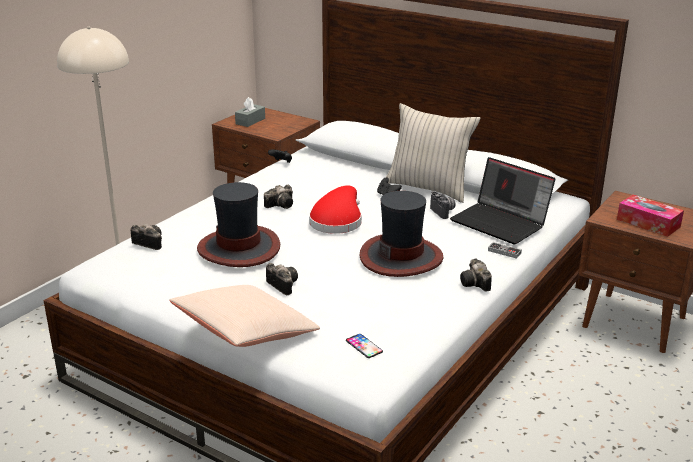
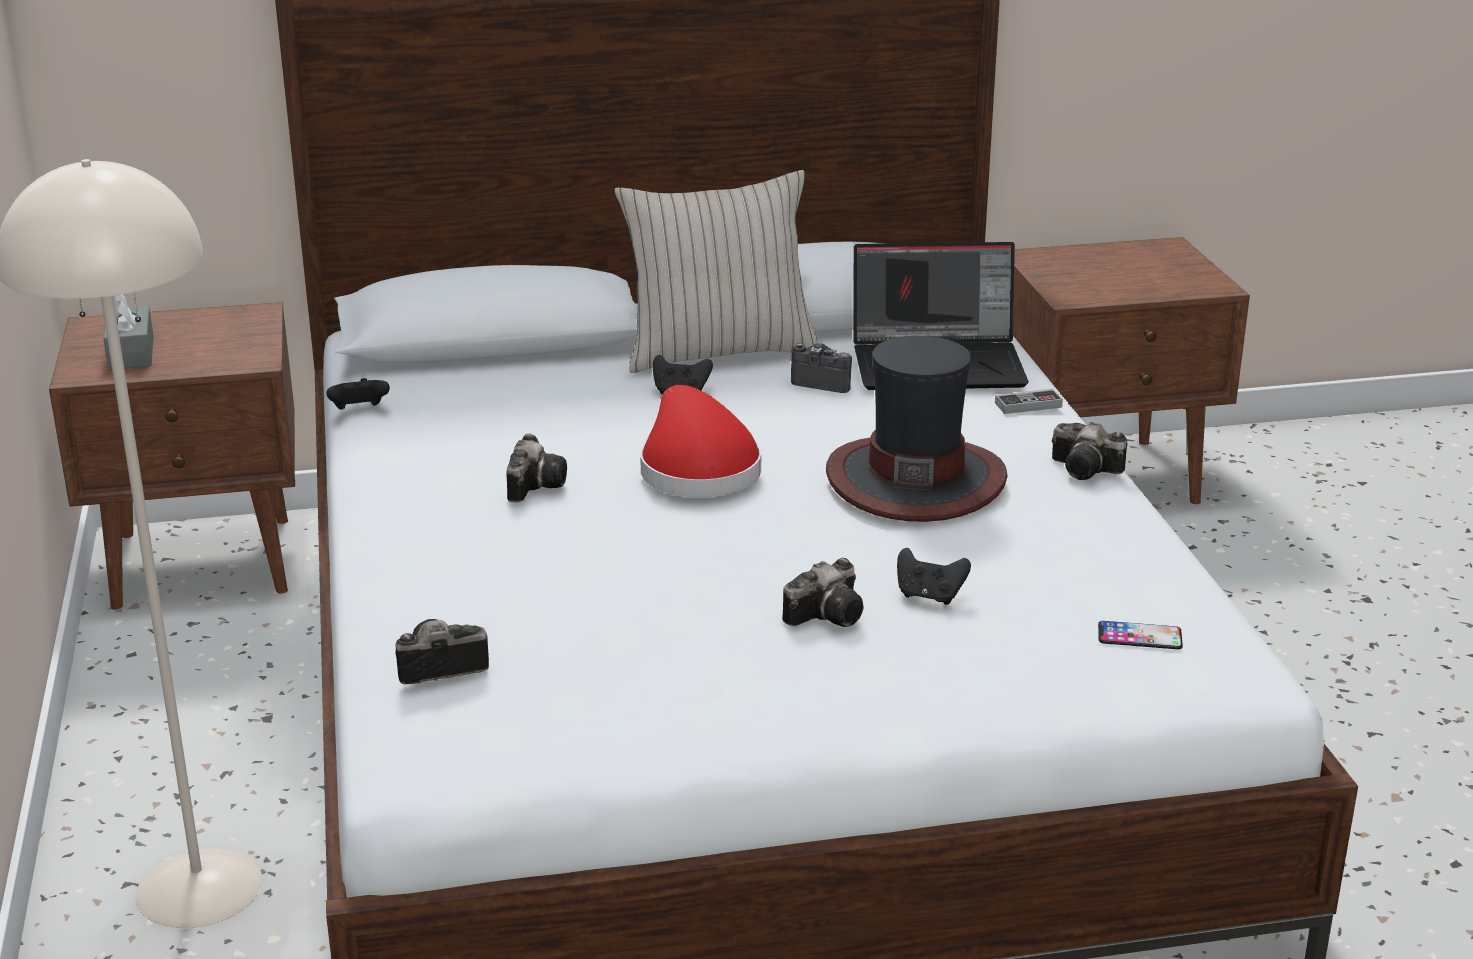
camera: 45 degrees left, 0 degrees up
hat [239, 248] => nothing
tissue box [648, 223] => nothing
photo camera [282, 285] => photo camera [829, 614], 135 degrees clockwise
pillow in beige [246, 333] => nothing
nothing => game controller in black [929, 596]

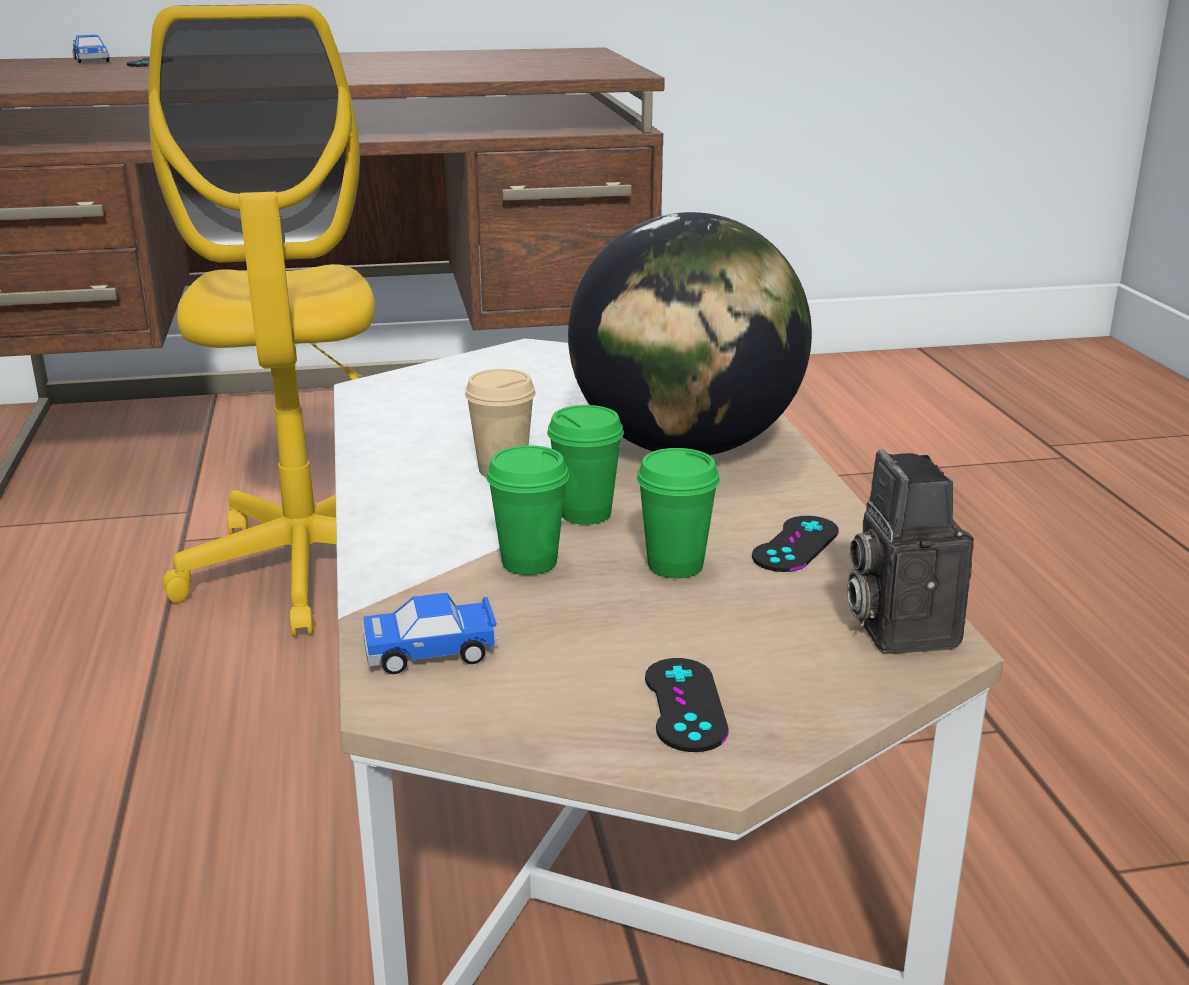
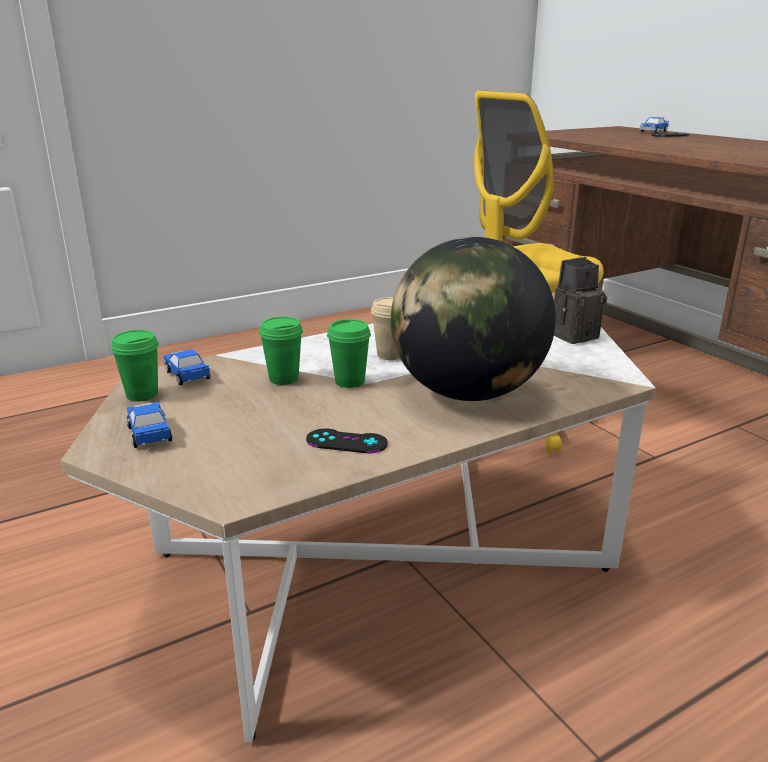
camera: 70 degrees right, 0 degrees up
cup in green [675, 565] => cup in green [142, 395], moved
photo camera [897, 627] => photo camera [574, 335], moved
game controller in black [685, 705] => toy car [149, 434]

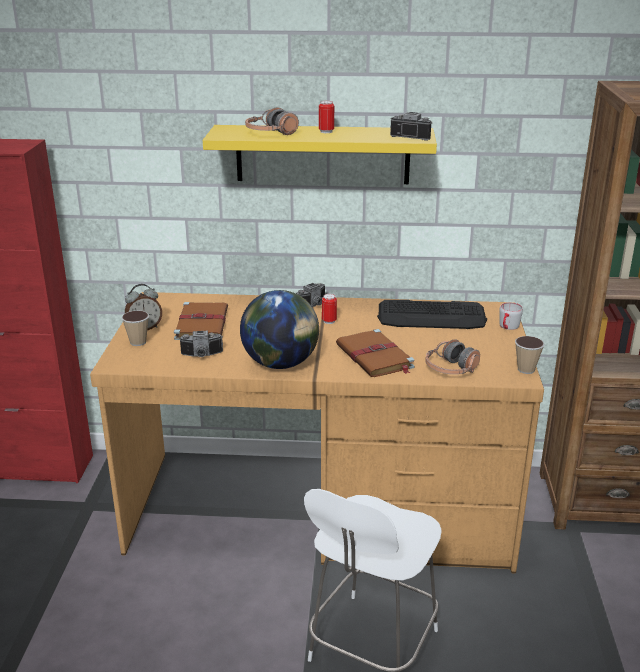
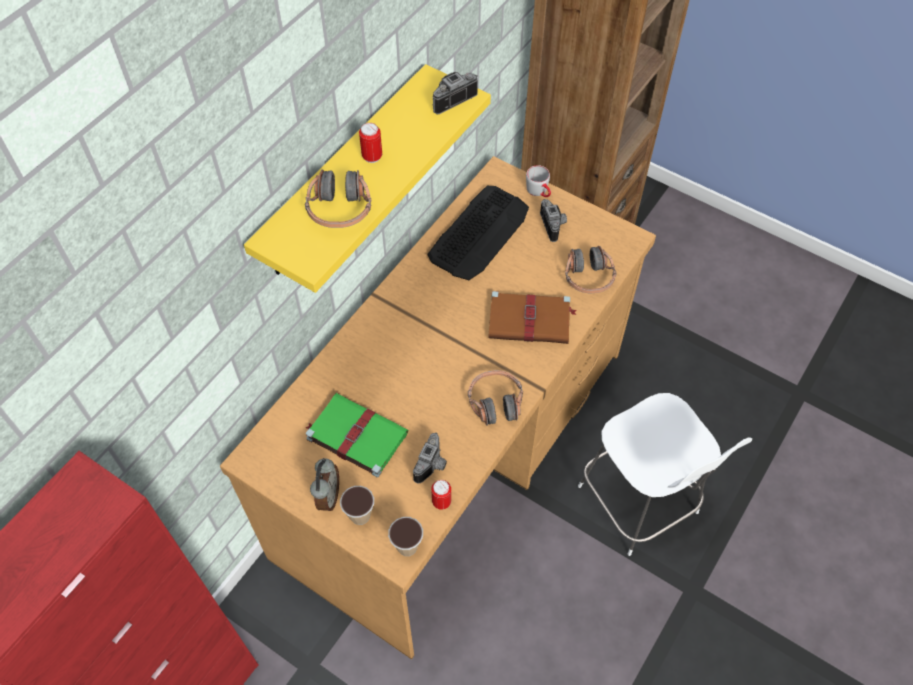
camera: 60 degrees left, 30 degrees up
photo camera [314, 305] => photo camera [554, 225], moved
globe [281, 364] => headphones [495, 402]
can [329, 321] => can [441, 502], moved
book in brown [202, 323] => book in green [355, 435]
cup [526, 369] => cup [407, 546], moved

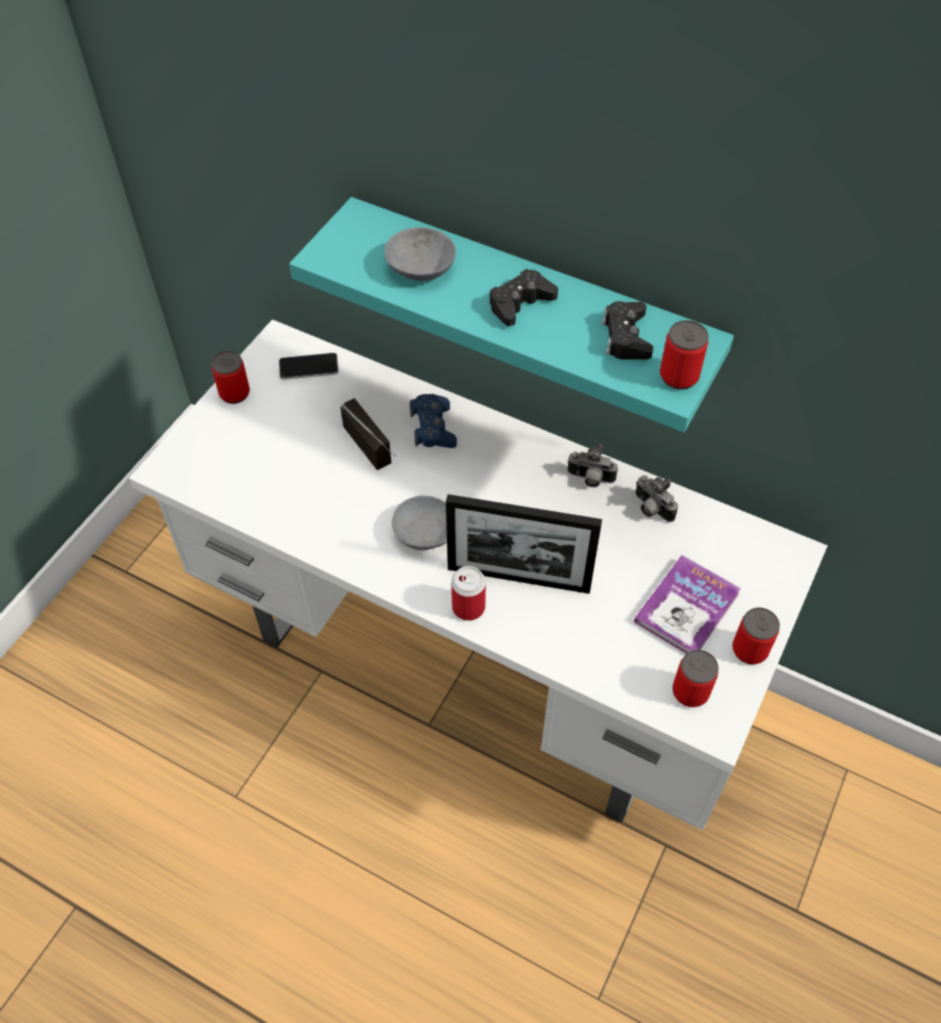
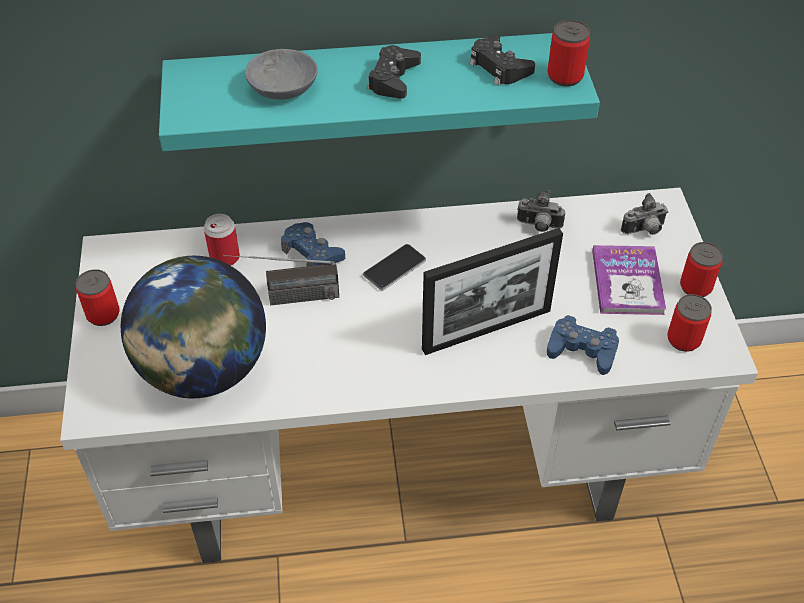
camera: 35 degrees left, 5 degrees down
phone [309, 367] => phone [394, 268], moved
radio [378, 456] => radio [285, 299], 150 degrees clockwise
photo camera [590, 479] => photo camera [644, 230], moved
bowl in grey [427, 531] => nothing
can [468, 607] => can [225, 257], moved
nothing => globe [204, 370]
nothing => game controller in blue [582, 350]

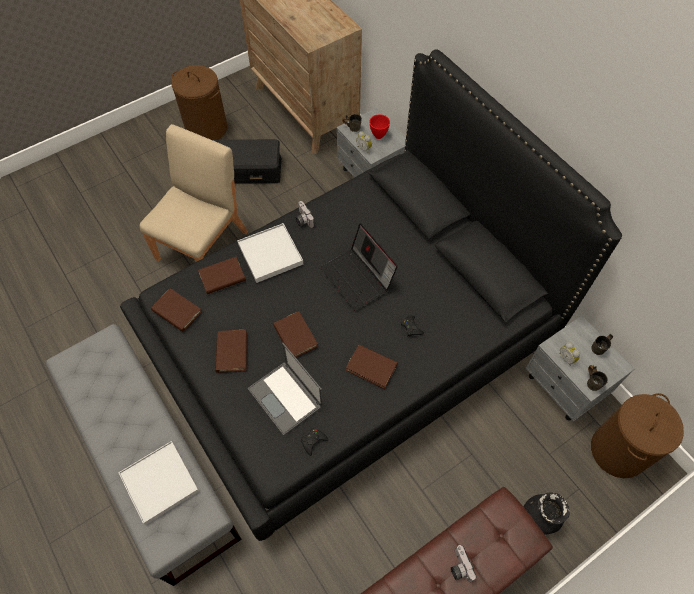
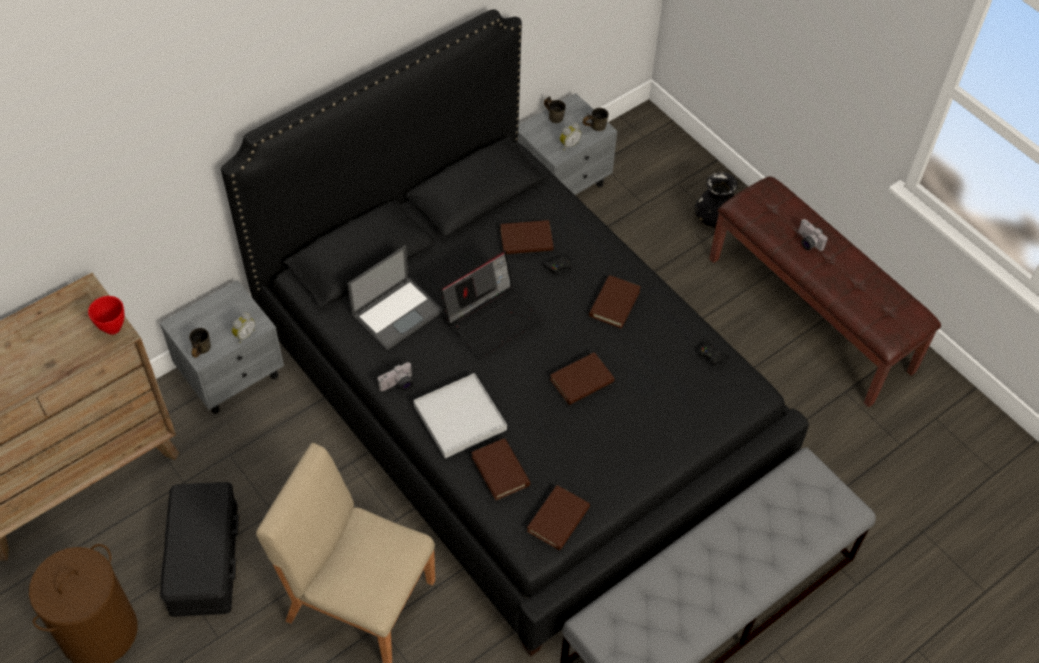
camera: 95 degrees left, 5 degrees down
bowl in red [379, 135] => bowl in red [112, 327], moved
book in brown [231, 352] => book in brown [526, 240], moved
laptop [286, 398] => laptop [398, 312], moved
laundry basket in brown [618, 451] => nothing
tray in white [159, 483] => nothing
photo camera [459, 566] => photo camera [807, 242], 75 degrees clockwise

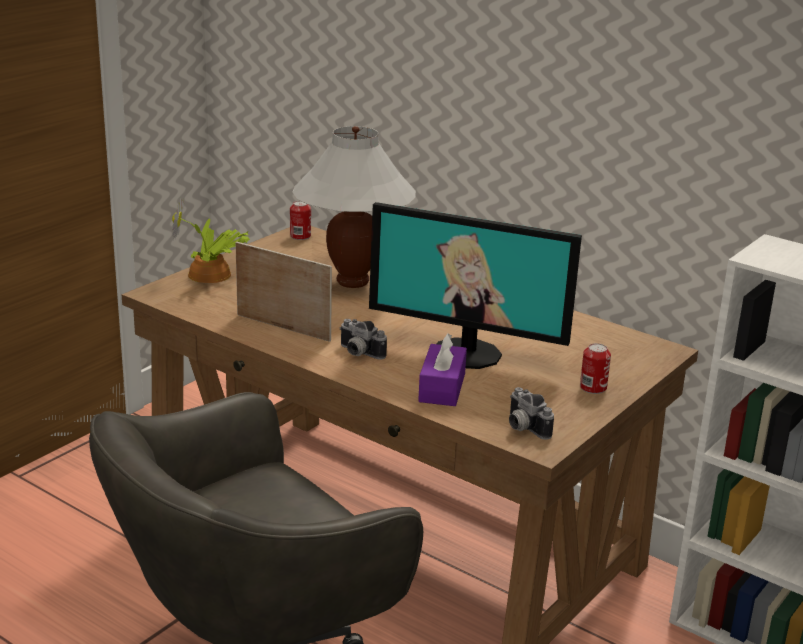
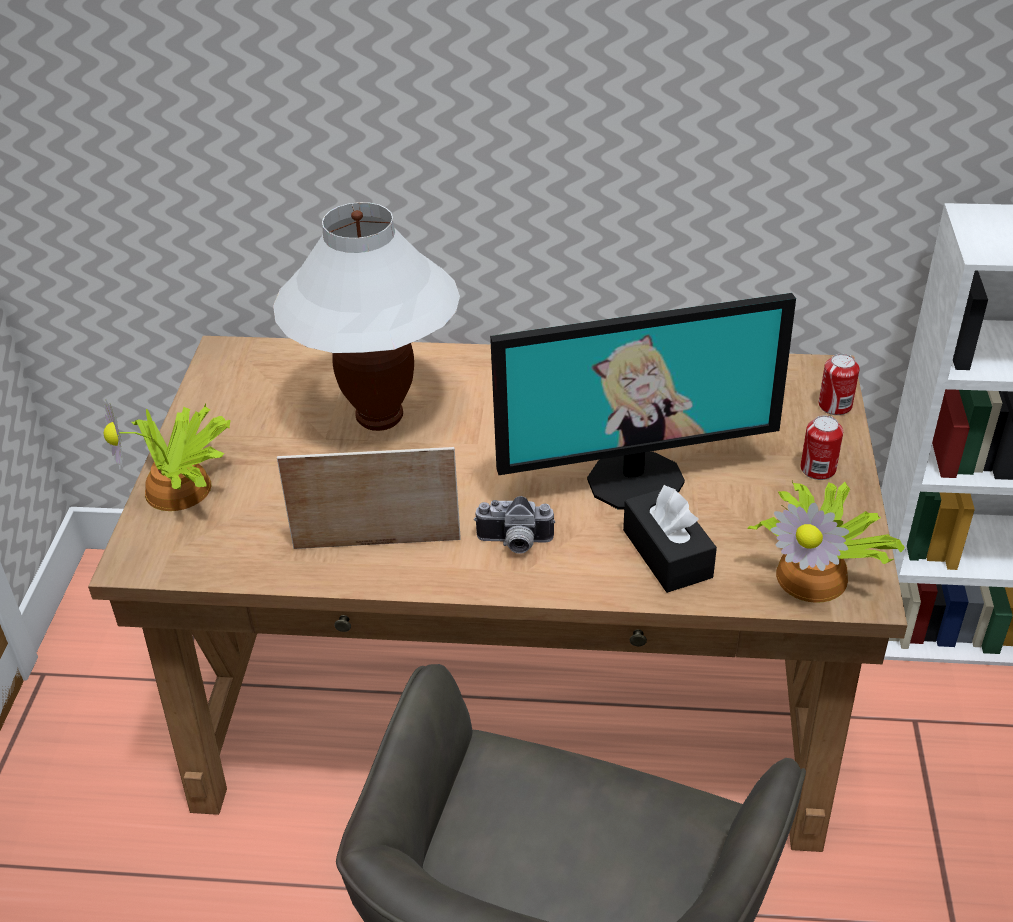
camera: 30 degrees left, 15 degrees up
can [300, 236] => can [835, 405], moved
tissue box in purple [442, 387] => tissue box in black [667, 553]
photo camera [523, 428] => potted plant [816, 574]

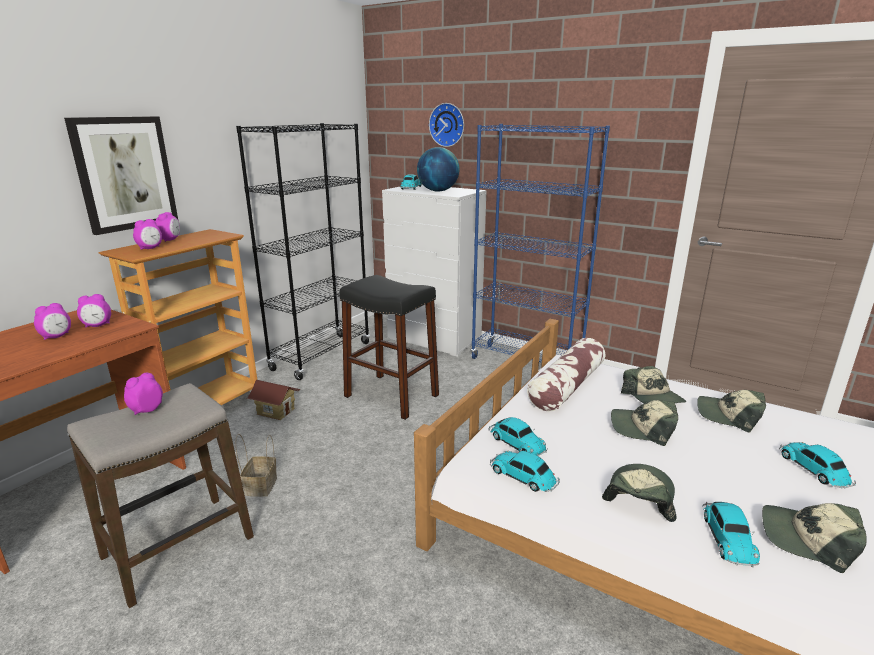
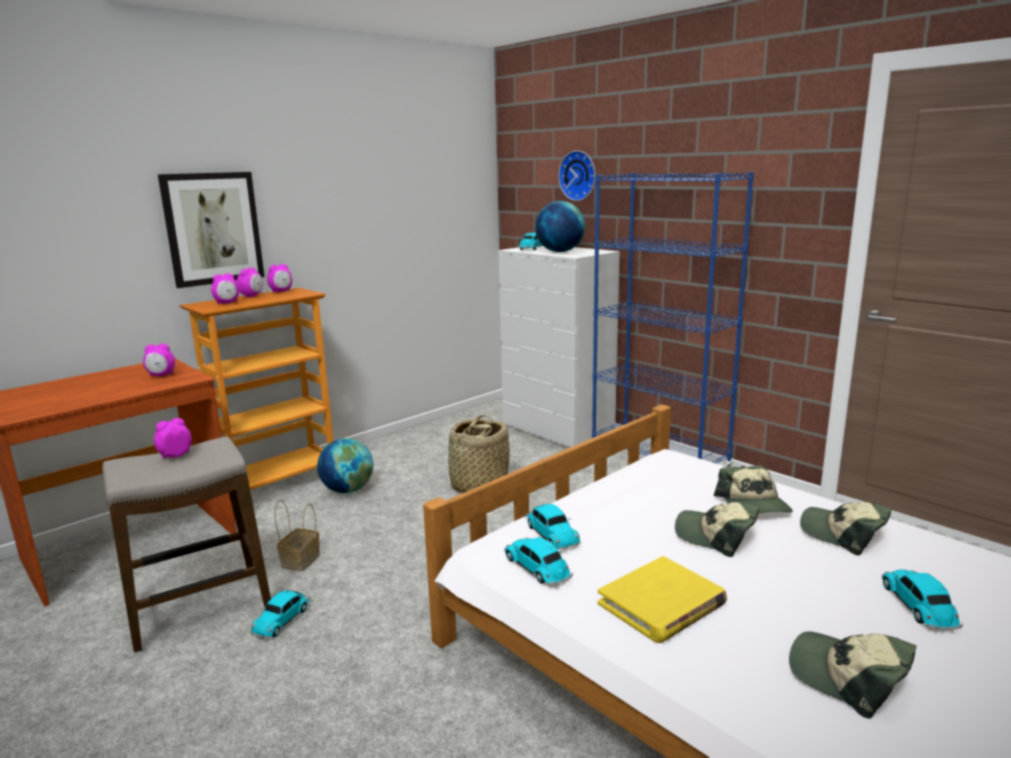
camera: 15 degrees right, 5 degrees down
bookcase in black [321, 356] => nothing
stool in black [391, 396] => basket [478, 486]
alarm clock [57, 337] => alarm clock [281, 291], moved
pillow [567, 386] => nothing
toy house [276, 411] => globe [347, 490]
cap [639, 496] => book in yellow [661, 604]
toy car [727, 537] => toy car [283, 619], moved

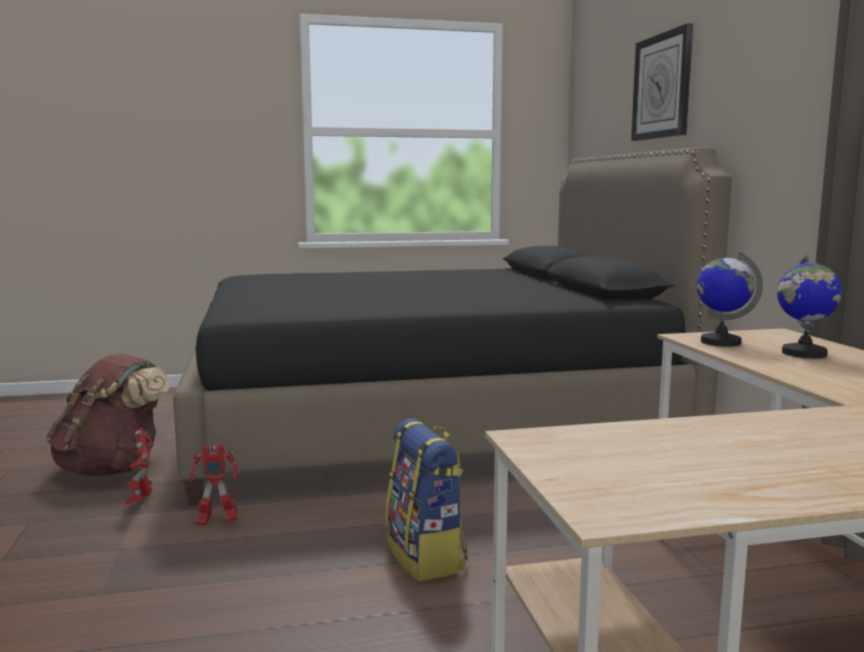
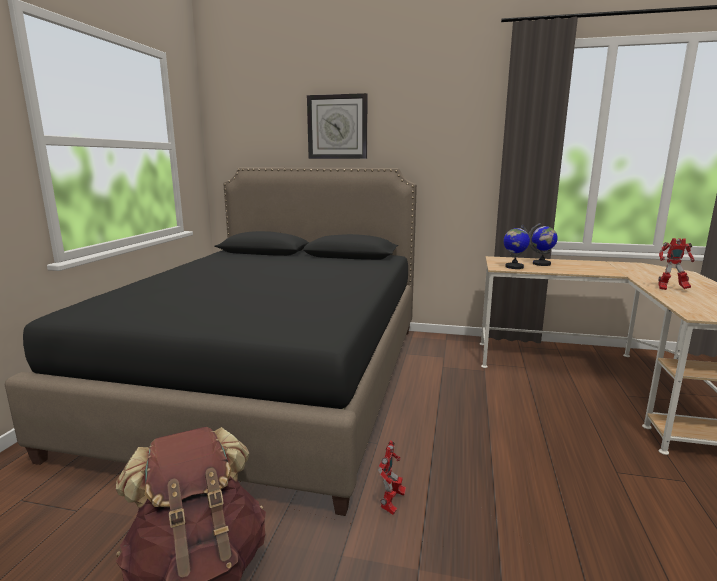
camera: 65 degrees left, 5 degrees up
backpack [426, 557] => nothing
toy robot [141, 502] => toy robot [671, 289], moved

